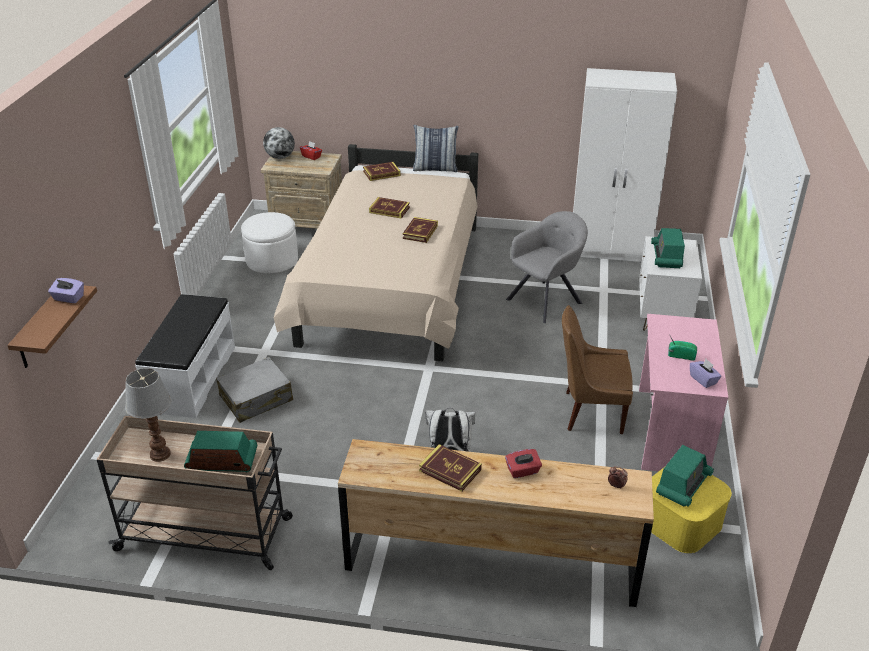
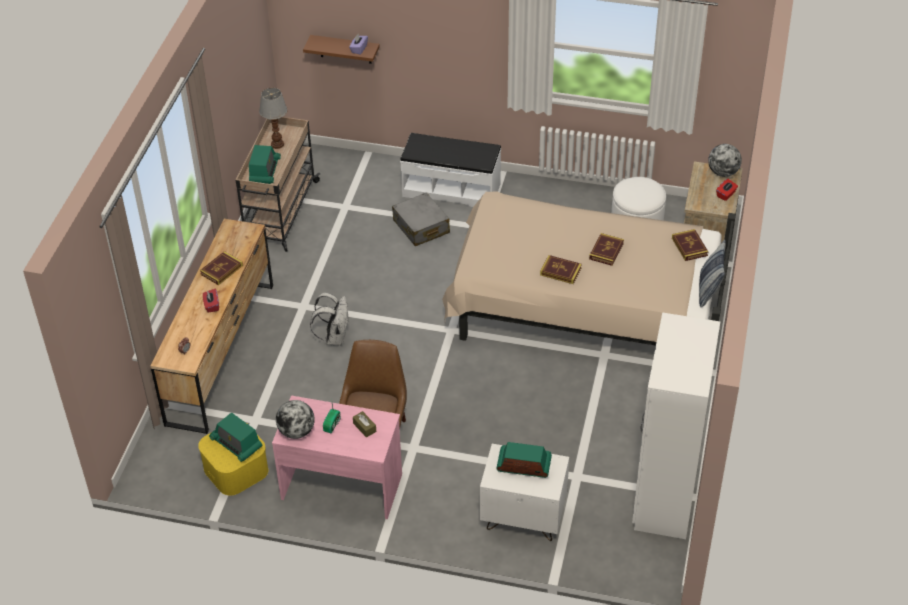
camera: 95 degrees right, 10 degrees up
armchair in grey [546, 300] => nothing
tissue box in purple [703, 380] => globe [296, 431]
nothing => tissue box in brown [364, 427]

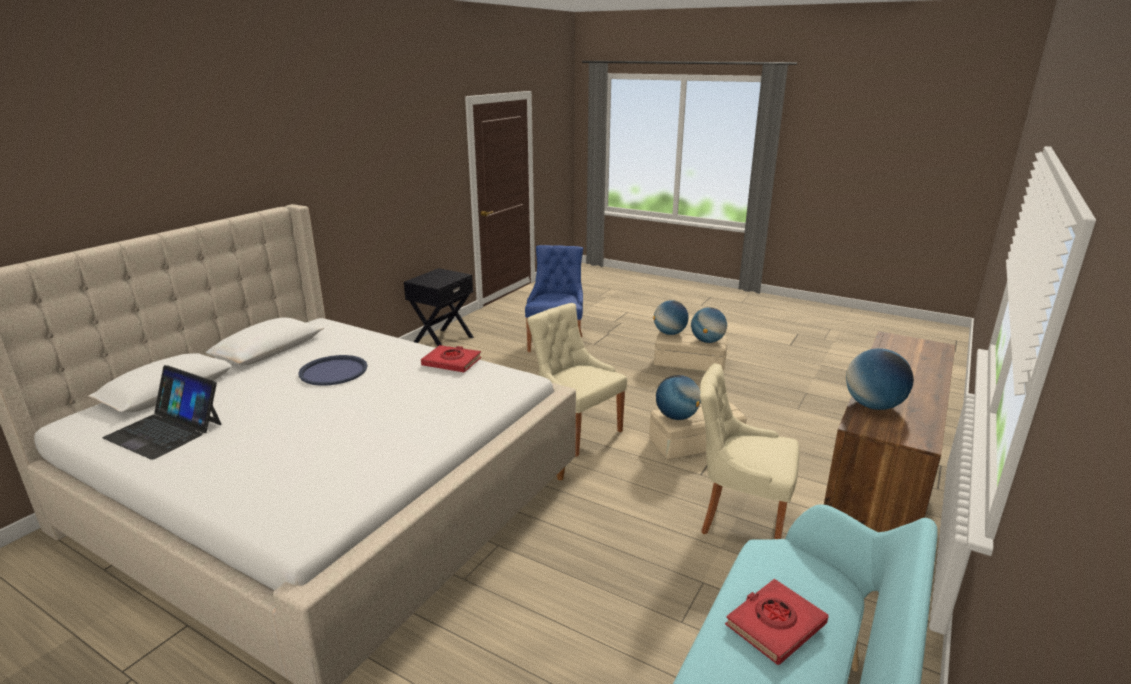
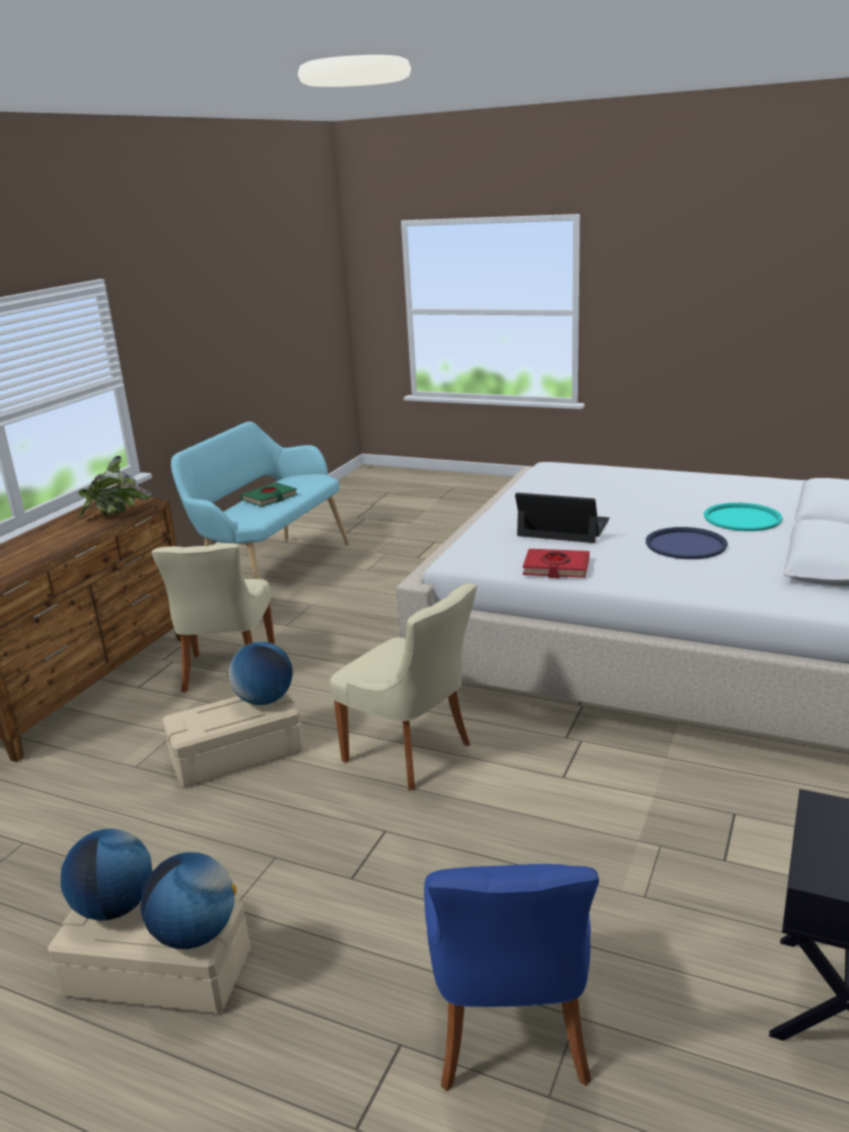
camera: 175 degrees right, 0 degrees up
globe [873, 406] => potted plant [115, 516]
chair in beige [739, 517] => chair in beige [228, 673], 75 degrees clockwise
laptop [165, 430] => laptop [563, 528], moved
book in red [775, 625] => book in green [269, 498]
nothing => tray in turquoise [742, 518]

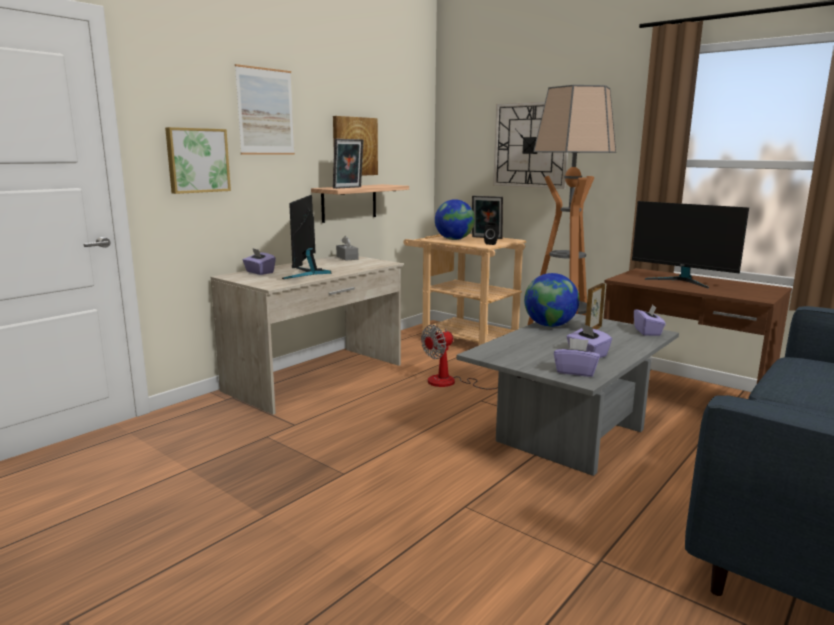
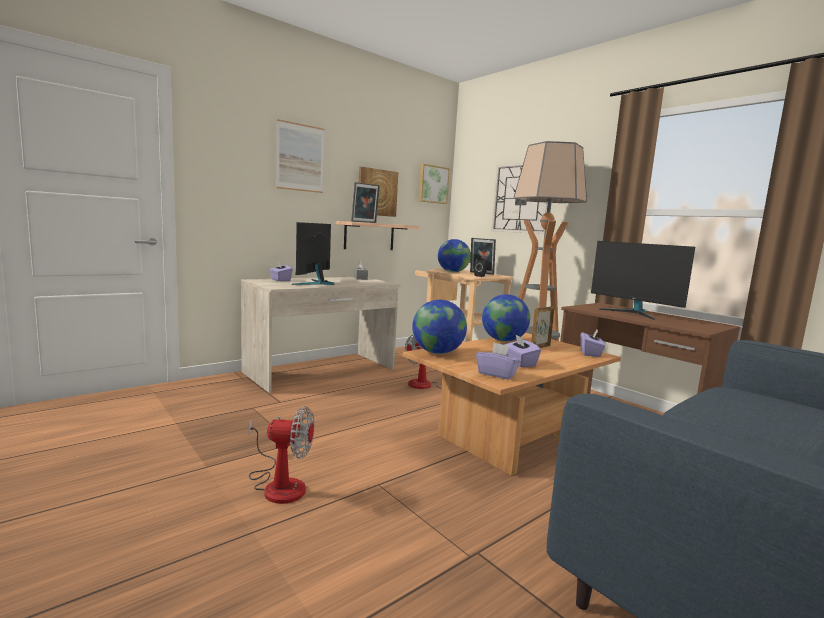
camera: 10 degrees right, 5 degrees down
picture [197, 160] => picture [432, 184], moved
coffee table in grey [567, 433] => coffee table in brown [507, 437]
nothing => globe [437, 353]
nothing => fan [279, 484]

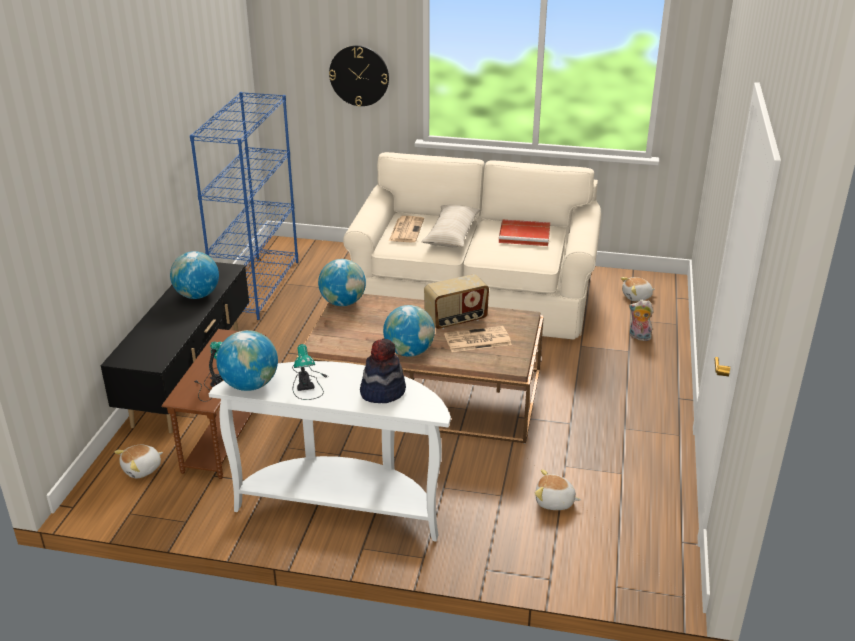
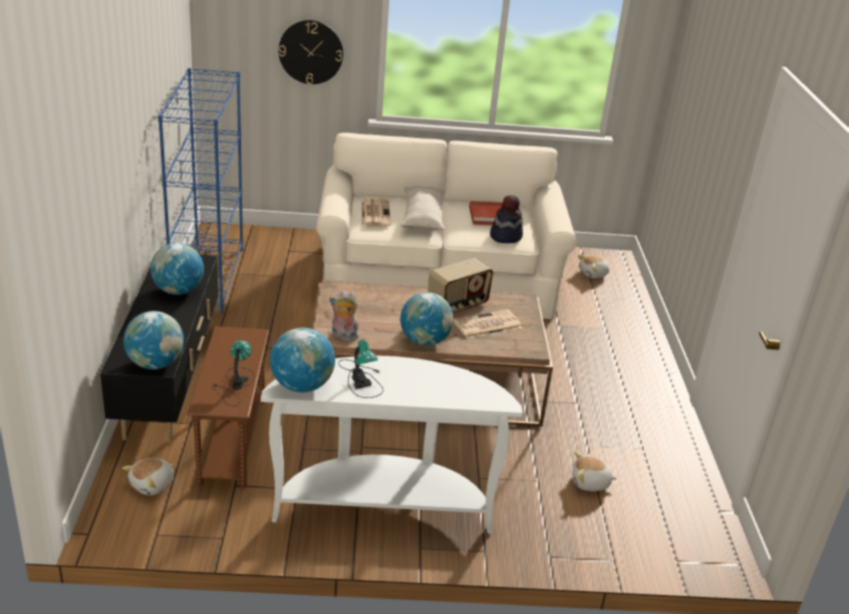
camera: 15 degrees left, 0 degrees up
globe [343, 303] => globe [155, 364], moved
plush toy [638, 337] => plush toy [343, 336], moved
hat [382, 391] => hat [505, 236], moved

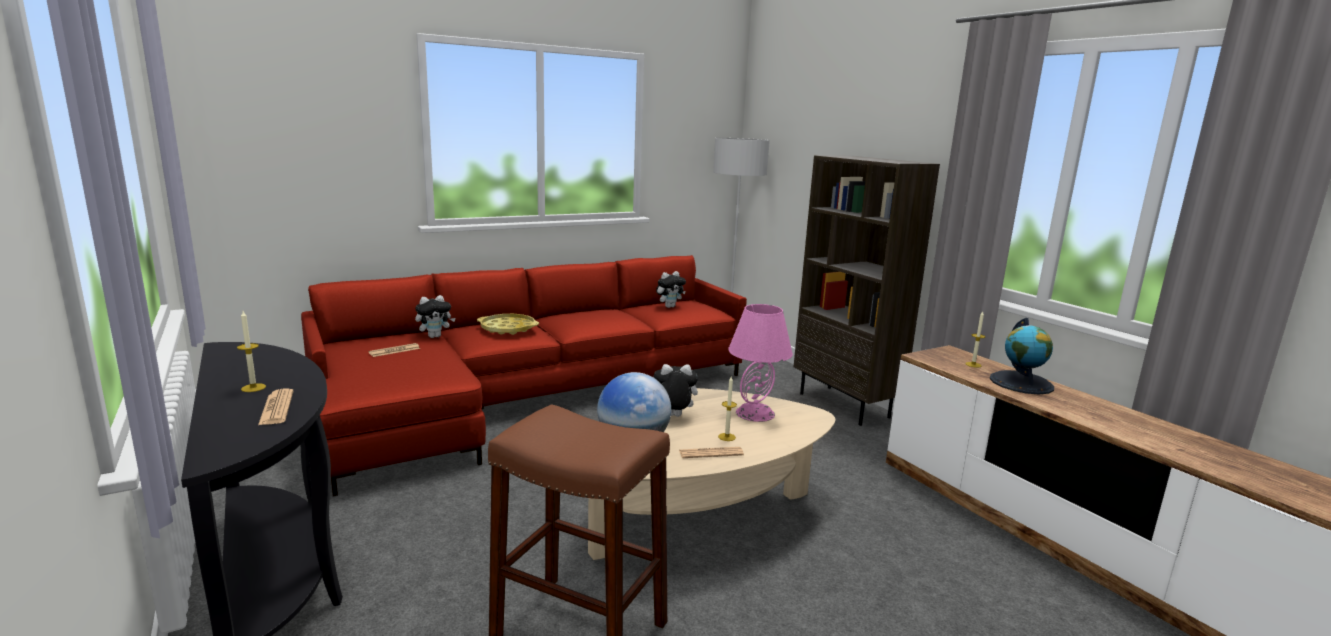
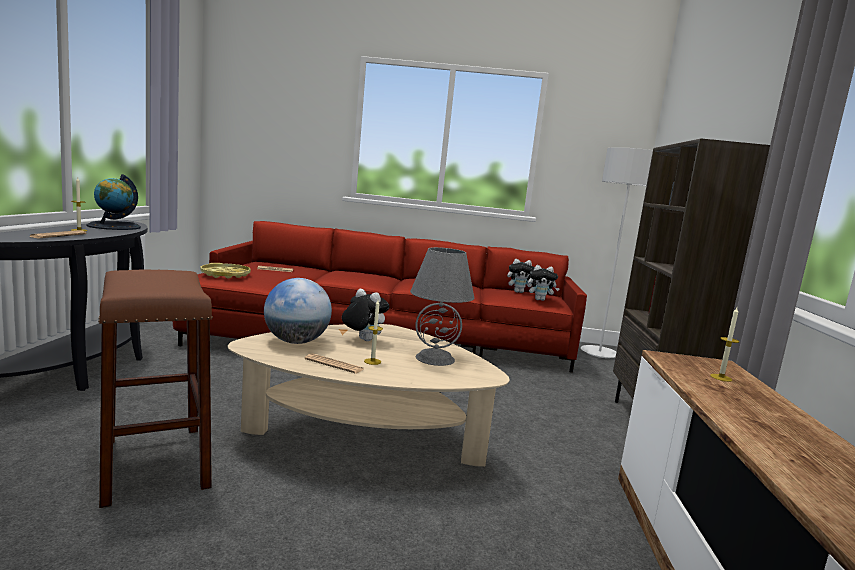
camera: 35 degrees right, 5 degrees down
plush toy [435, 336] => plush toy [540, 300], moved
table lamp in pink [755, 413] => table lamp in grey [435, 358]
tray in yellow [508, 328] => tray in yellow [225, 275], moved
globe [1021, 383] => globe [114, 226], moved

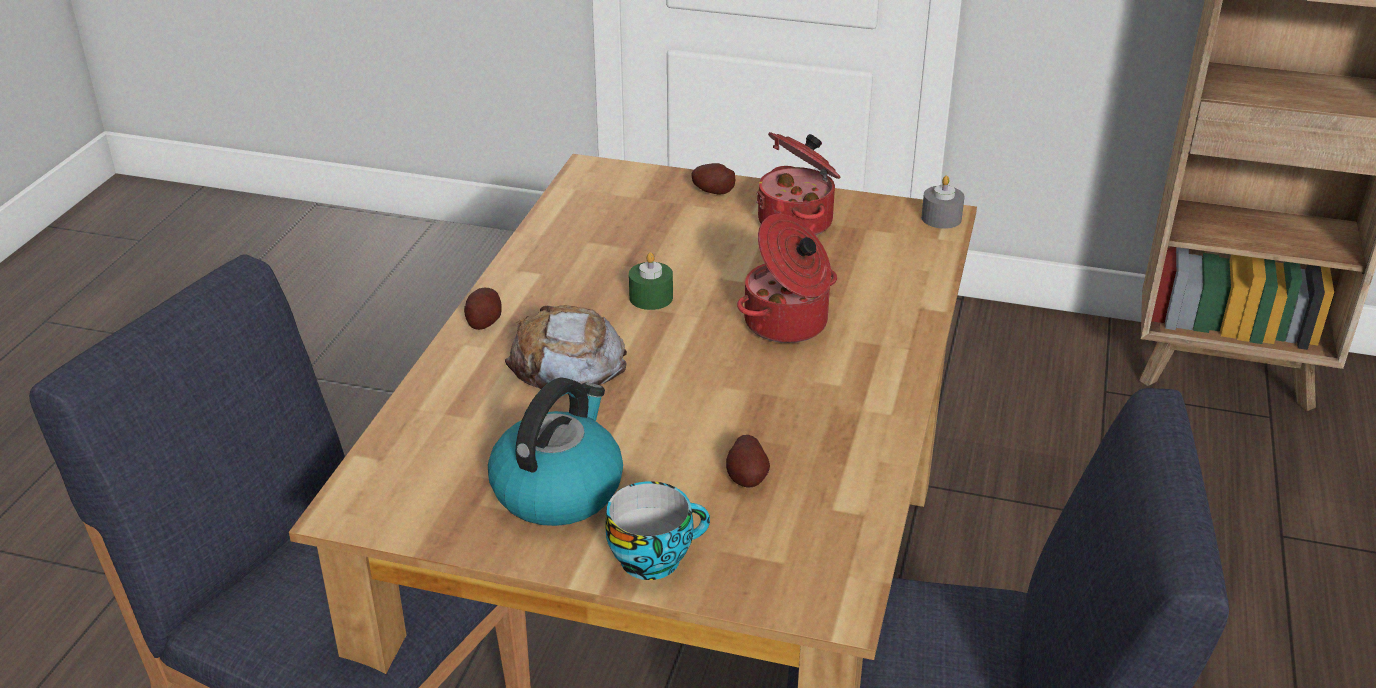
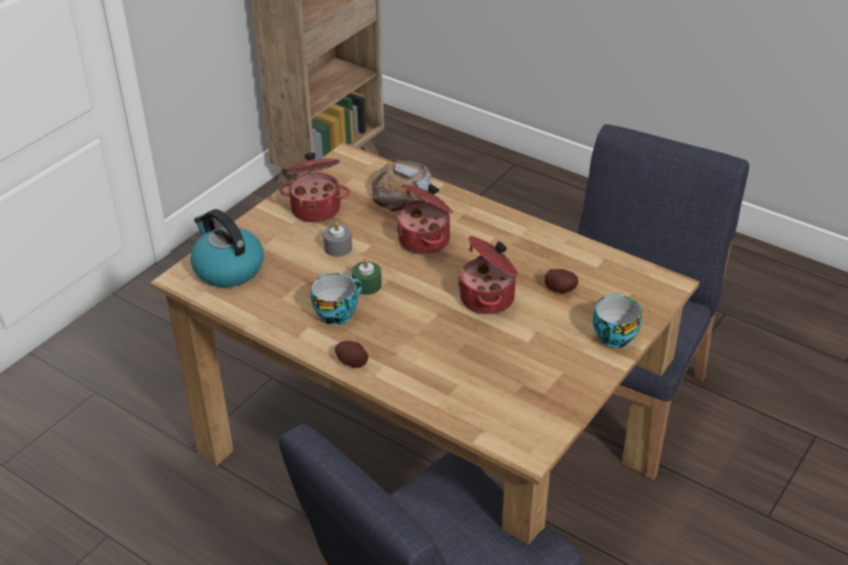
camera: 70 degrees left, 5 degrees up
potato [712, 191] => nothing
candle in grey [941, 218] => candle in grey [338, 248], moved
bread [566, 363] => bread [401, 193], moved
kettle [558, 489] => kettle [227, 268], moved
nothing => cooking pot [489, 298]
nothing => cup [337, 313]

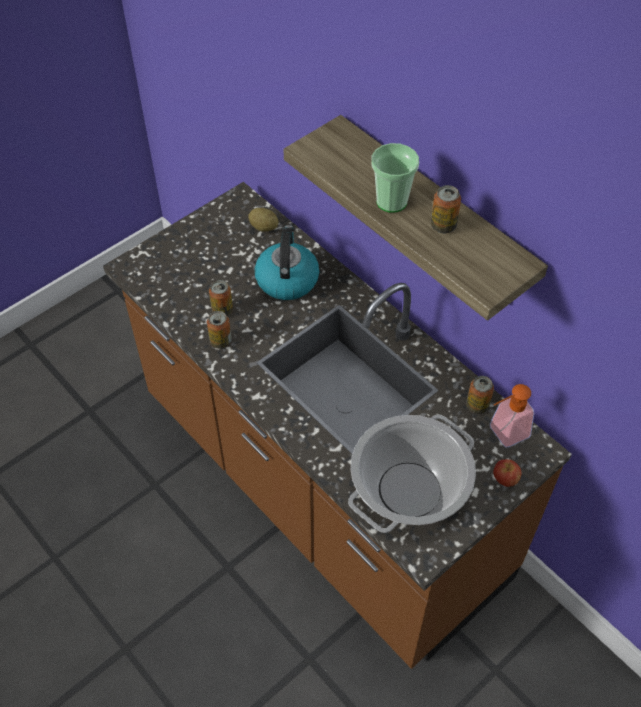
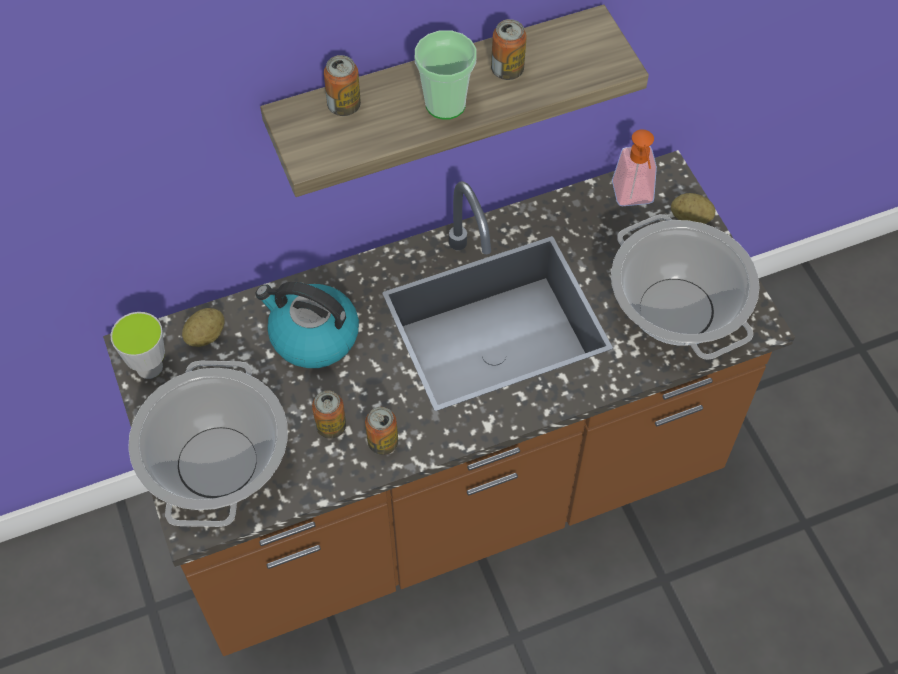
camera: 70 degrees left, 5 degrees up
can [477, 406] => can [344, 106], moved
apple [505, 479] => potato [690, 218]
nothing => cup [149, 367]
nothing => cooking pot [218, 464]

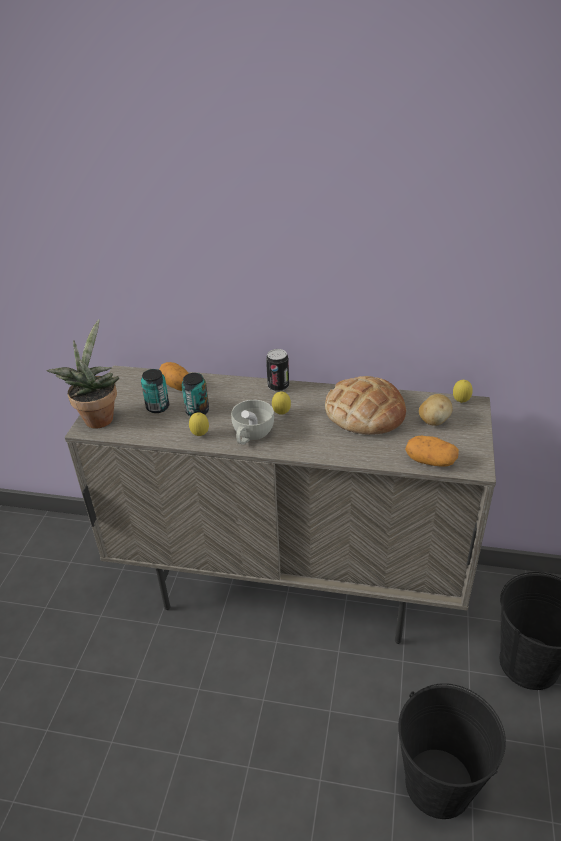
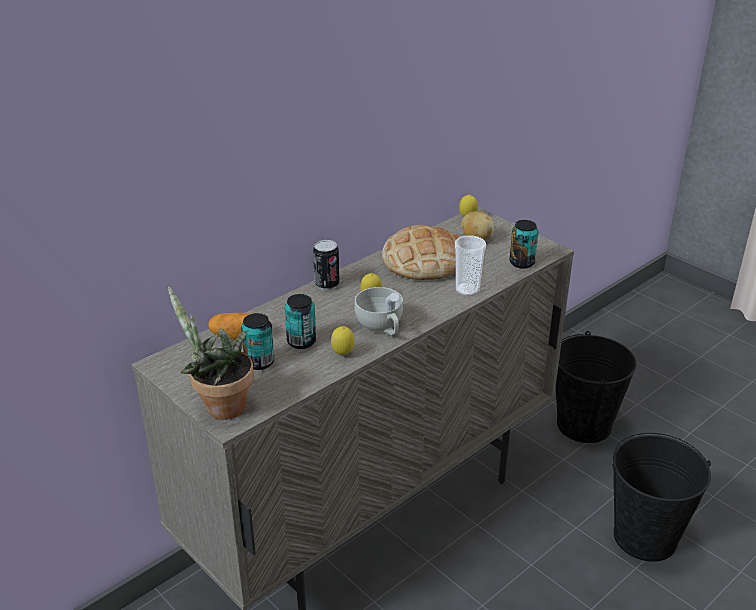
camera: 55 degrees left, 5 degrees down
potato [430, 461] => can [522, 263]
nothing => cup [467, 290]

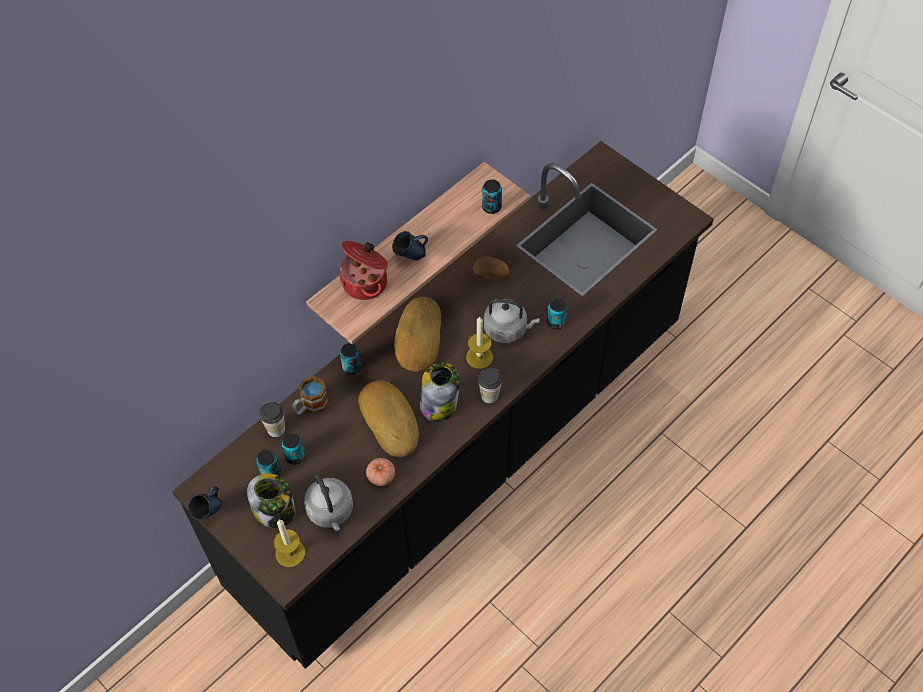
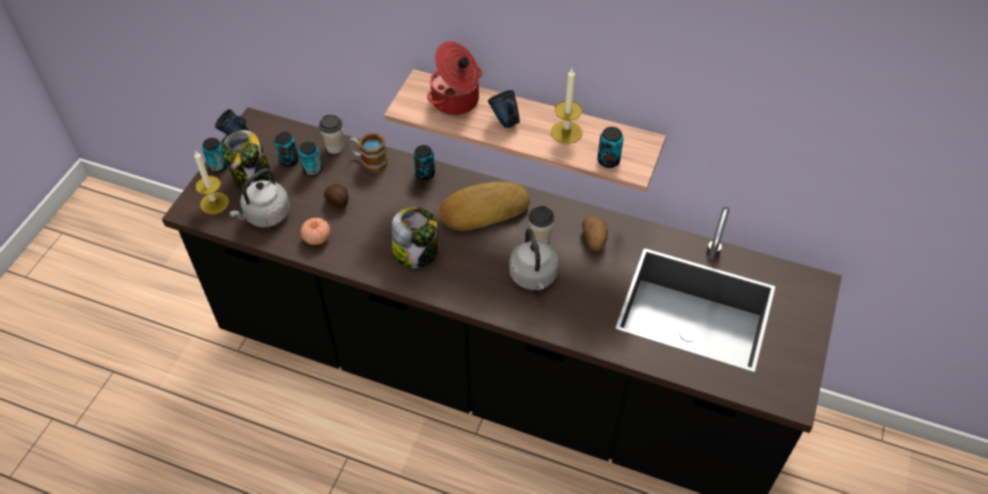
camera: 65 degrees right, 5 degrees down
can [555, 322] => can [218, 166], moved
candle [479, 357] => candle [566, 132], moved
cup [489, 395] => cup [540, 239], moved
bread [391, 420] => nothing
nothing => potato [338, 202]

